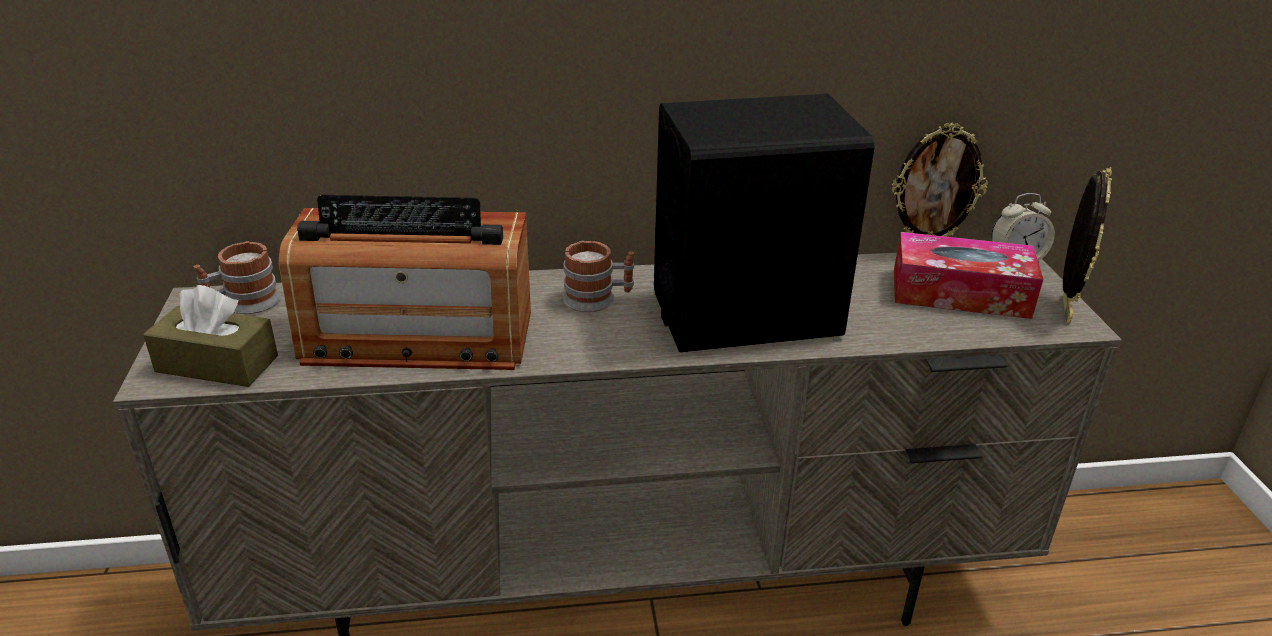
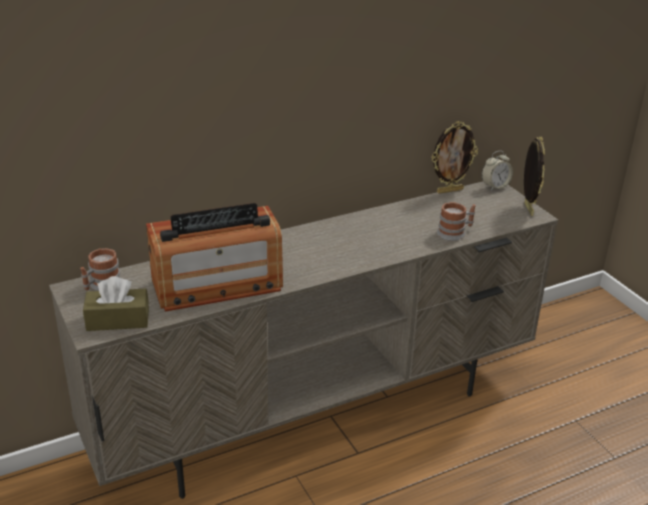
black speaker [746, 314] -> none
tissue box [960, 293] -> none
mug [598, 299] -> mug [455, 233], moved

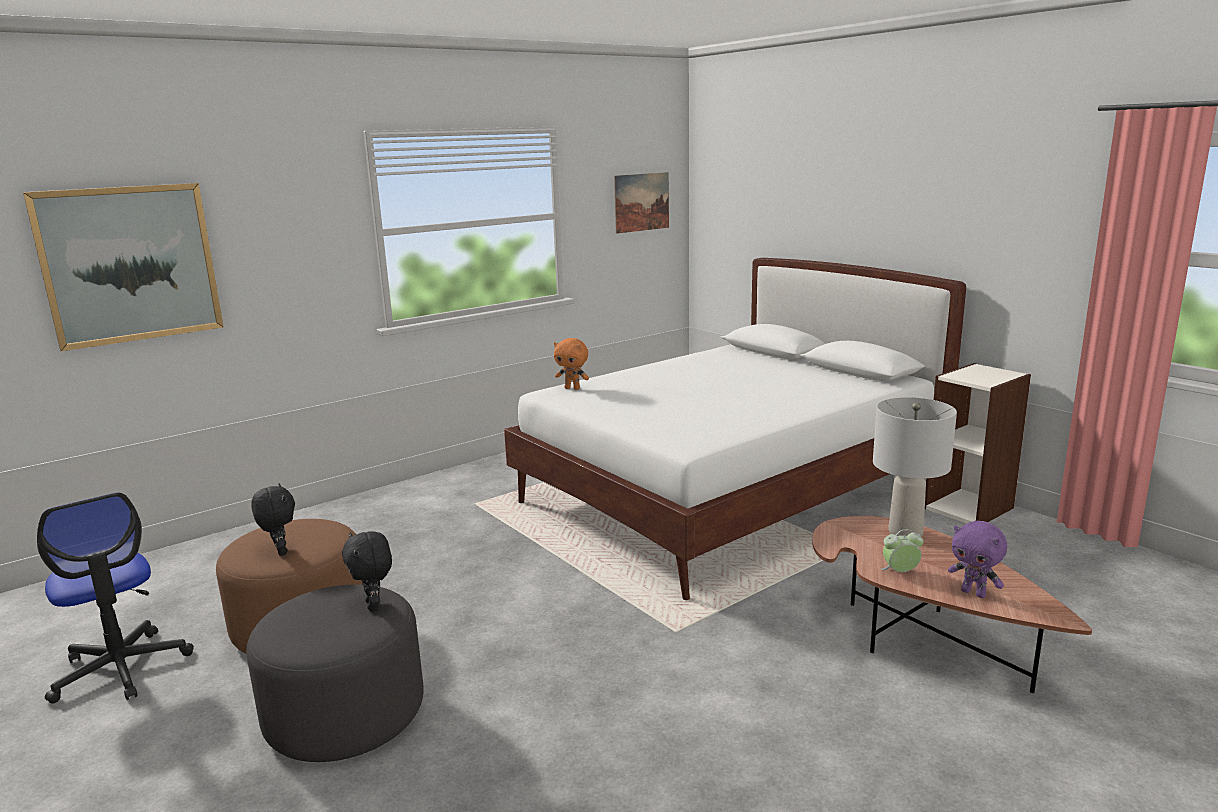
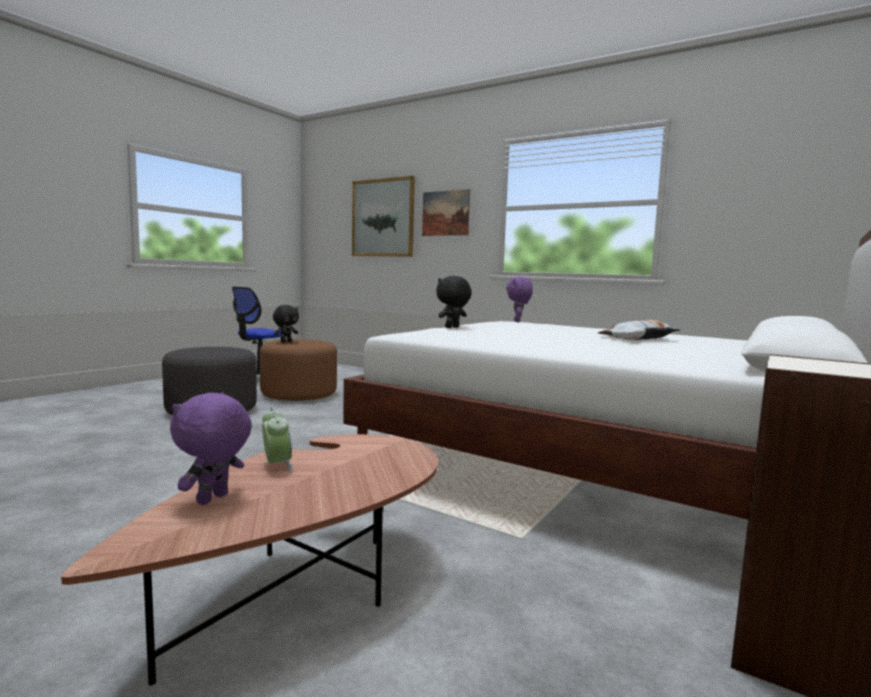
picture [641, 202] -> picture [445, 213], moved
orange plush toy [573, 388] -> purple plush toy [518, 321]
grey table lamp [905, 534] -> none
black plush toy [374, 606] -> black plush toy [452, 327], moved
none -> pillow [638, 338]

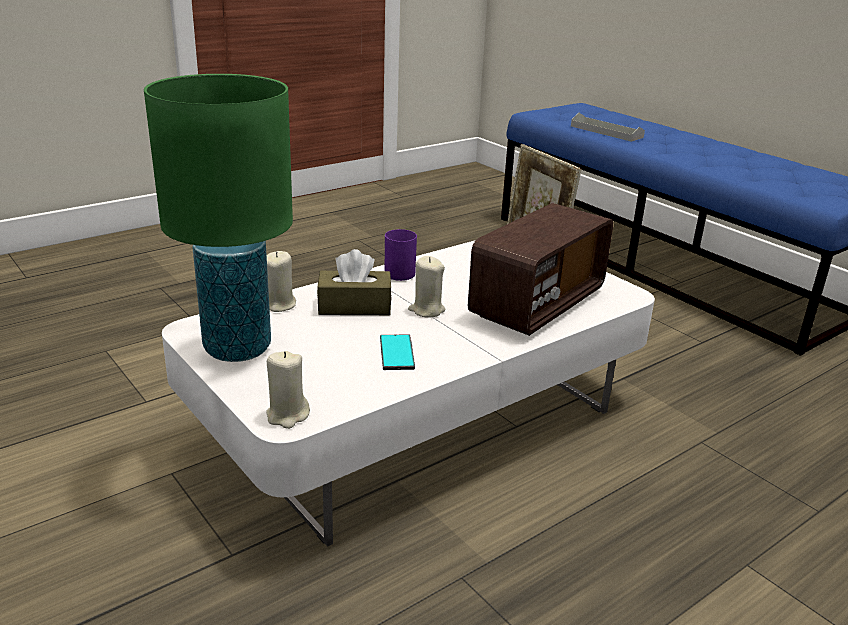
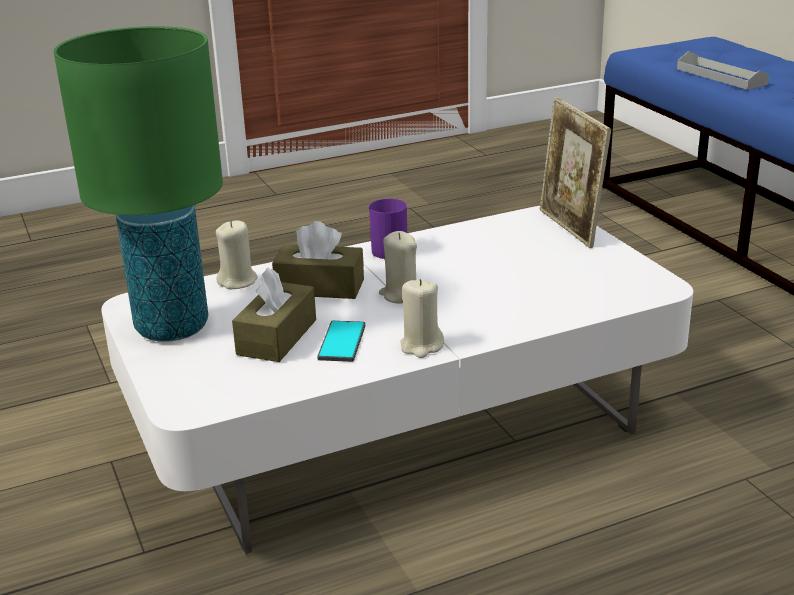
radio [537, 304] -> none
beige candle [287, 415] -> beige candle [421, 346], moved
none -> brown tissue box [277, 337]

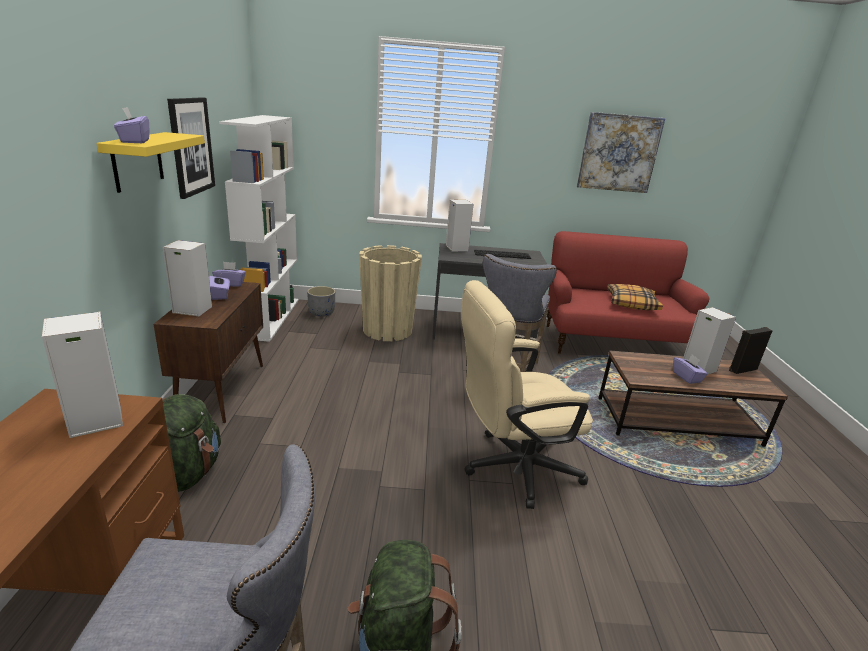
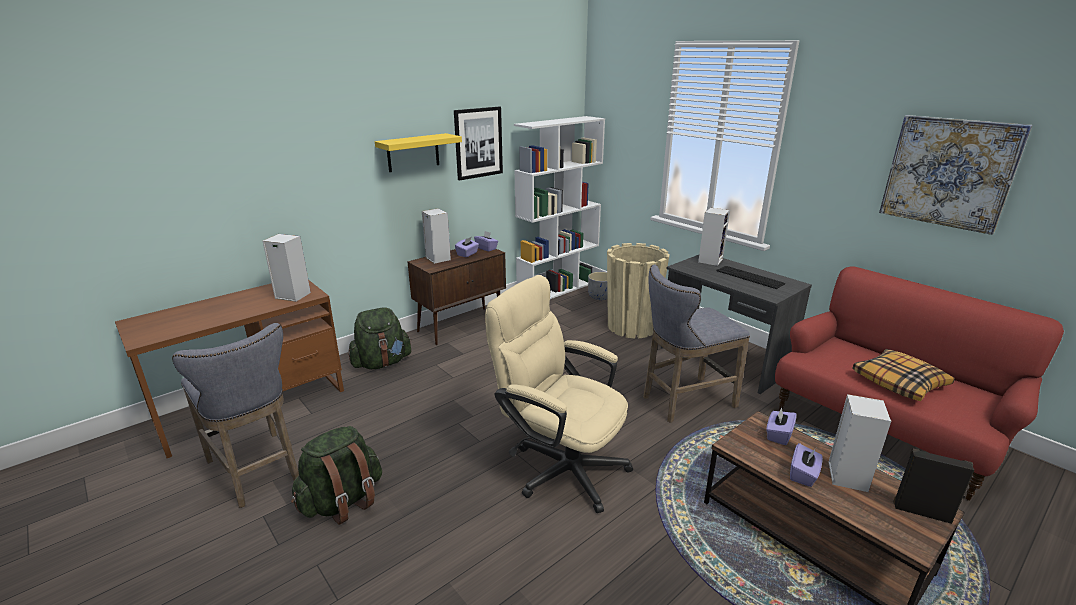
purple tissue box [134, 141] -> purple tissue box [778, 435], moved

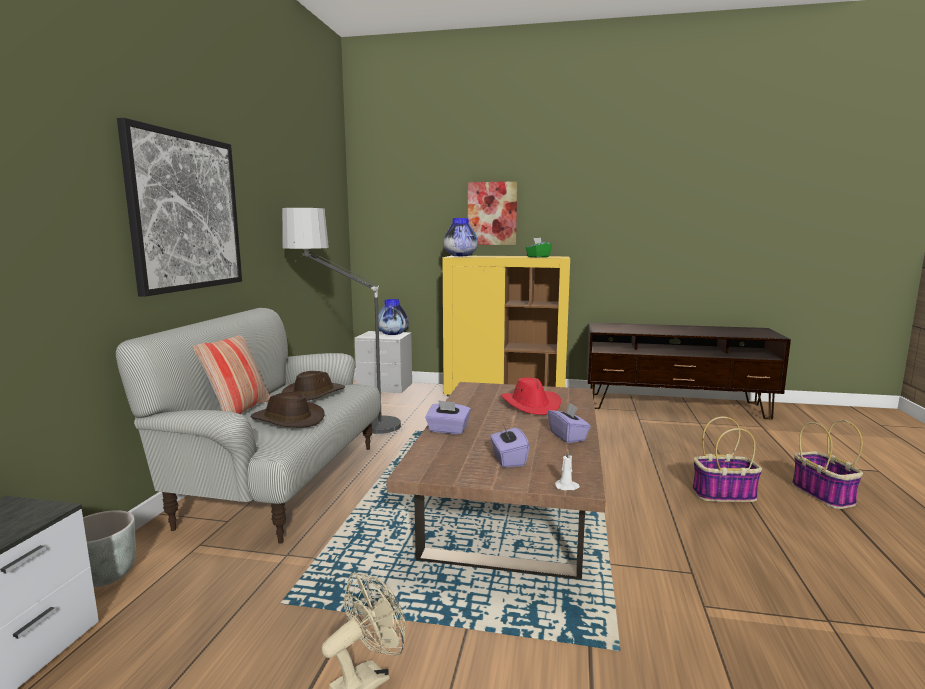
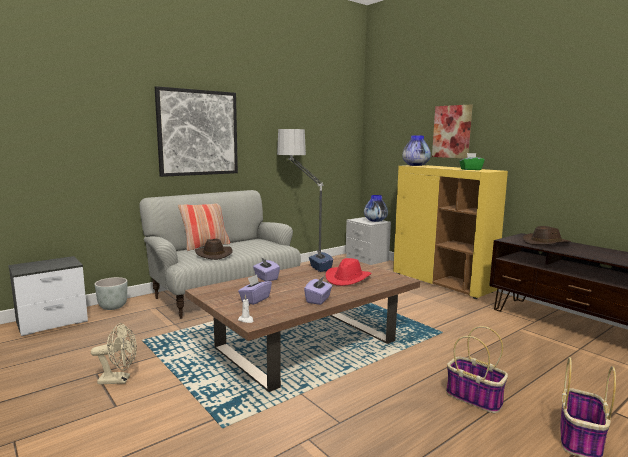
brown hat [314, 394] -> brown hat [546, 243], moved
none -> blue tissue box [320, 269]

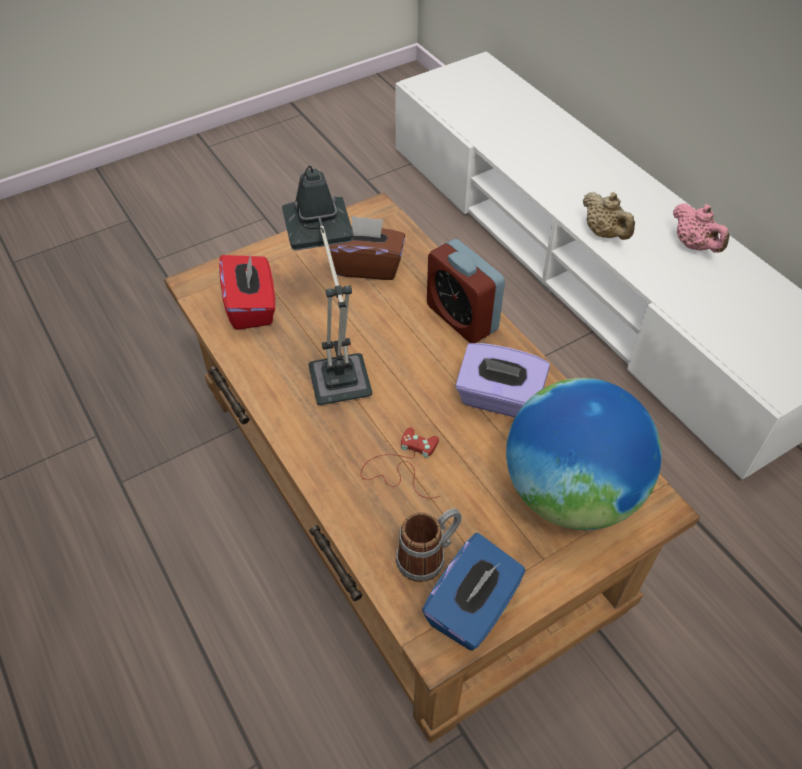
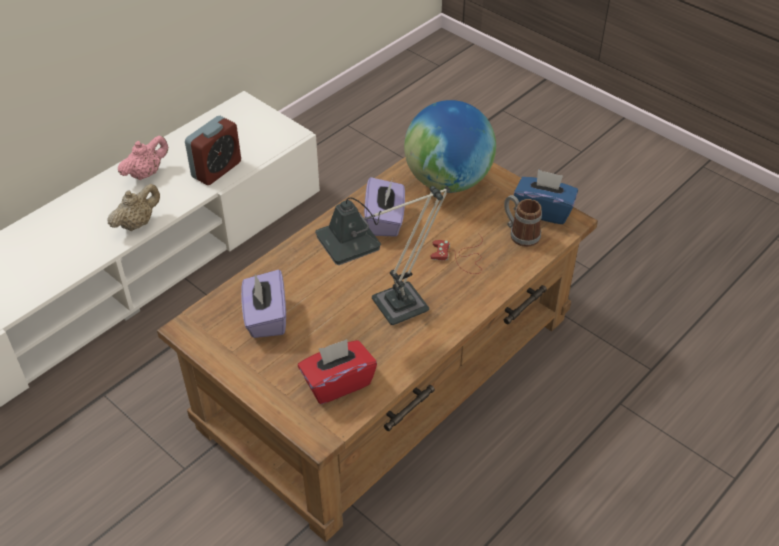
brown tissue box [367, 266] -> purple tissue box [265, 318]
alarm clock [462, 317] -> alarm clock [216, 169], moved

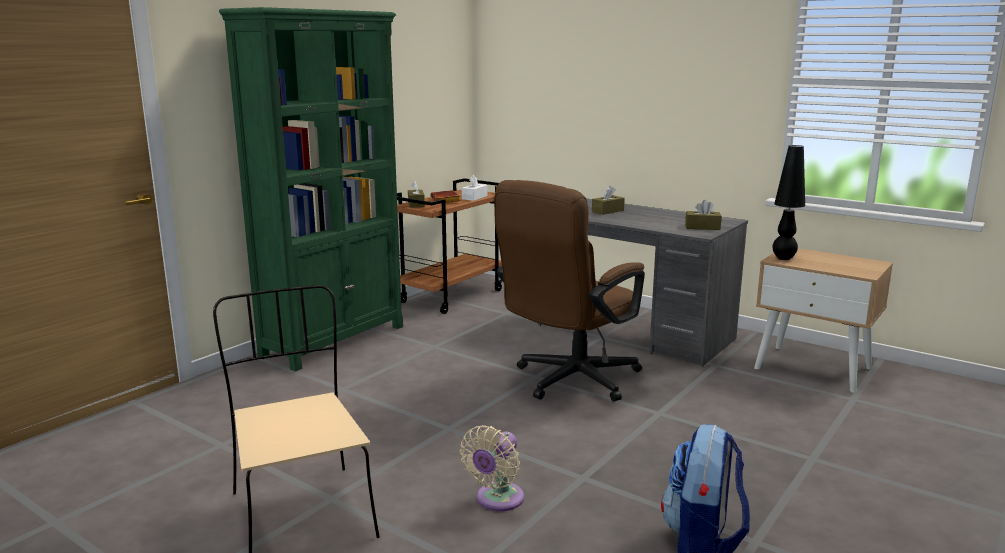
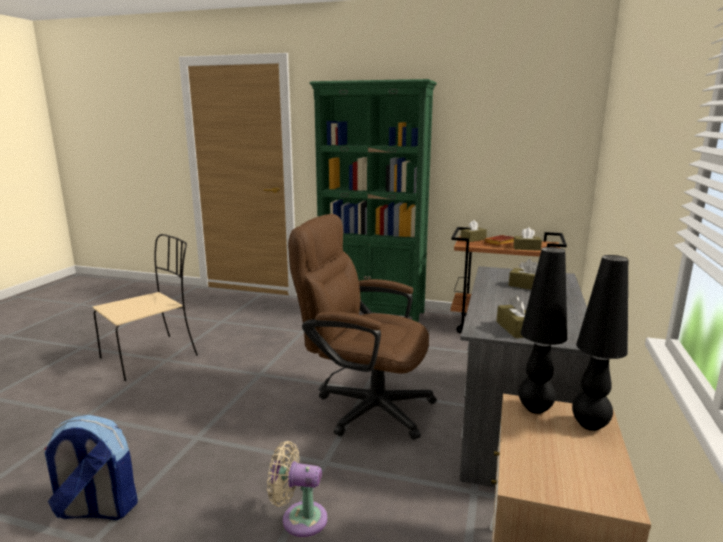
white tissue box [474, 197] -> brown tissue box [526, 248]
beige fan [497, 500] -> beige fan [299, 518], moved
none -> black table lamp [590, 425]

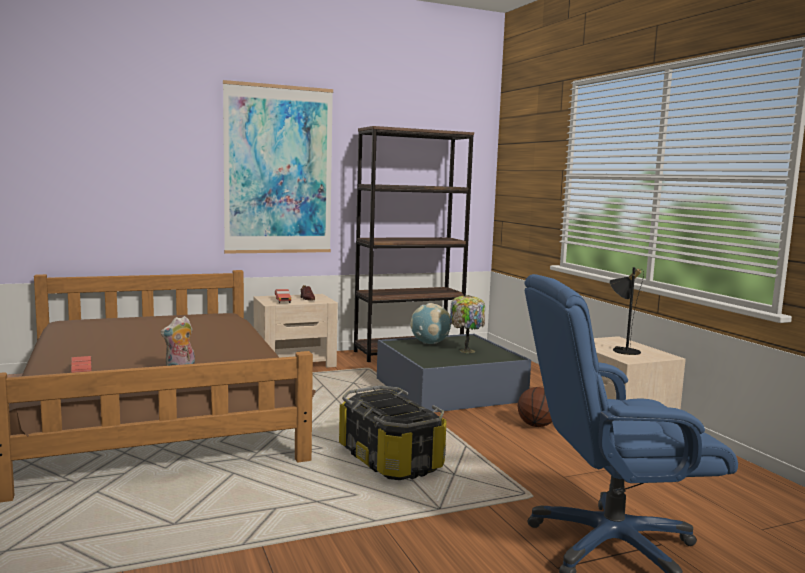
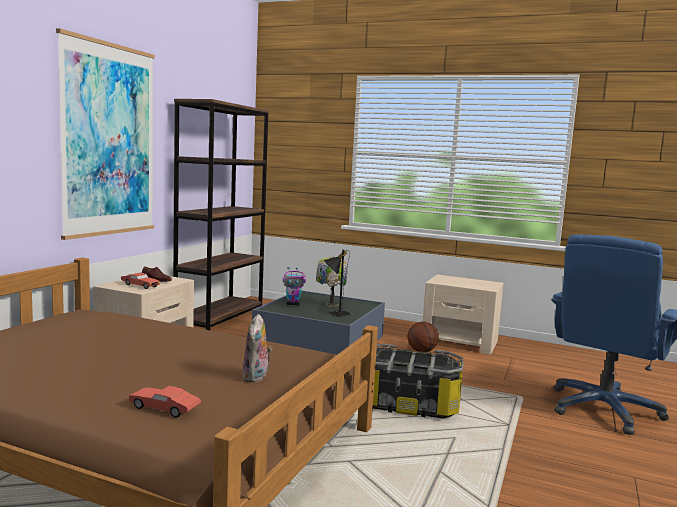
black table lamp [622, 350] -> black table lamp [335, 313], moved
globe [430, 343] -> toy robot [293, 304]

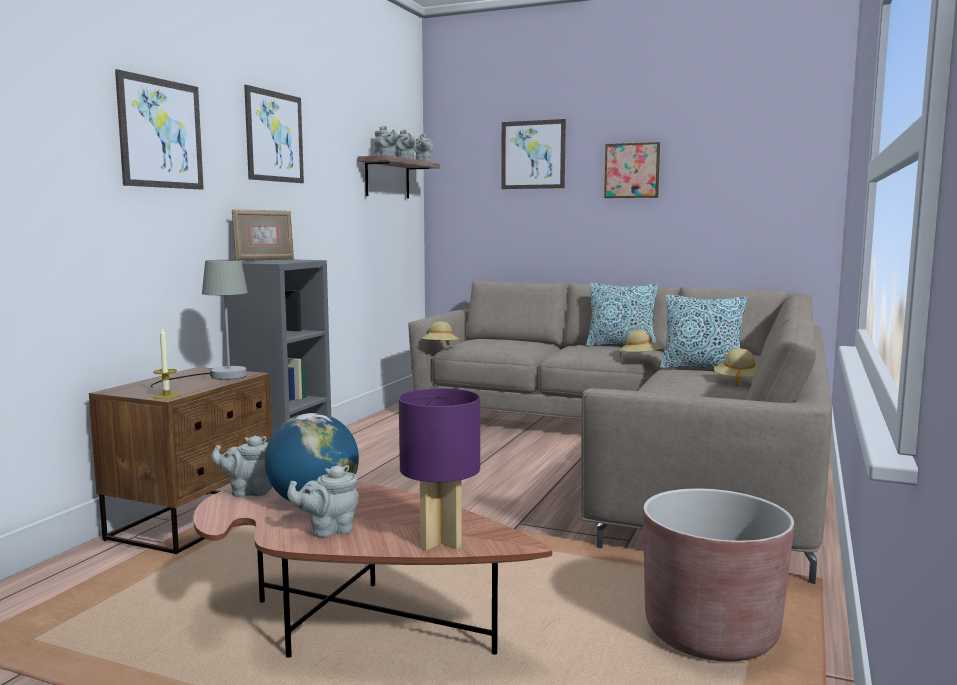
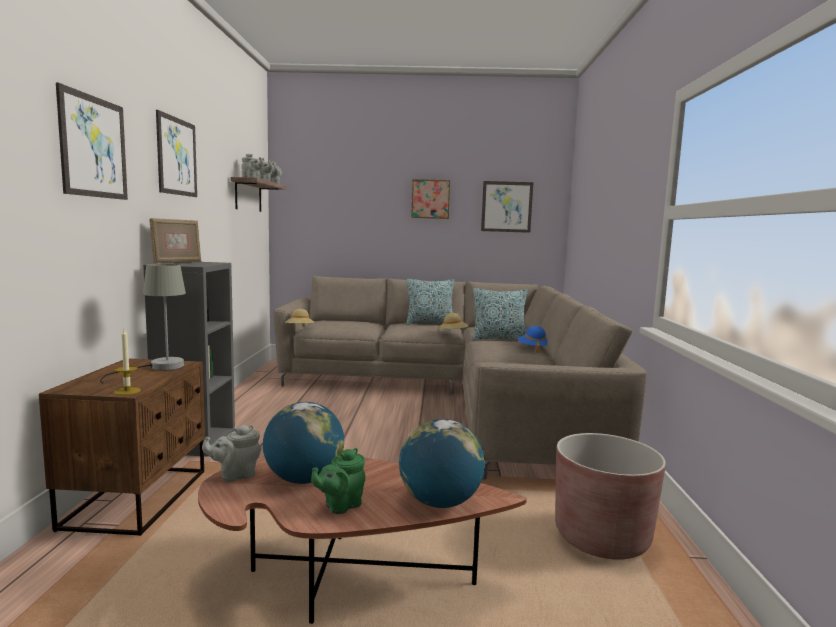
picture [533, 154] -> picture [506, 206], moved
beige hat [738, 382] -> blue hat [533, 349]
purple table lamp [441, 541] -> globe [440, 502]
grey teapot [328, 530] -> green teapot [340, 505]

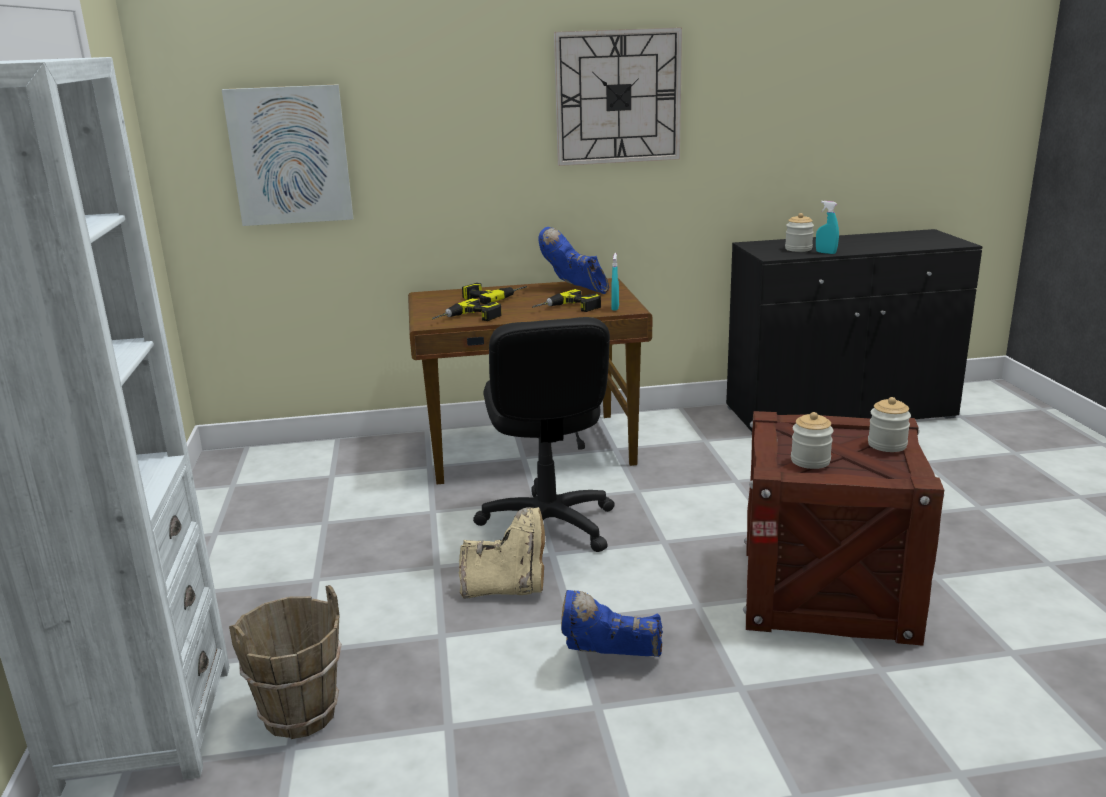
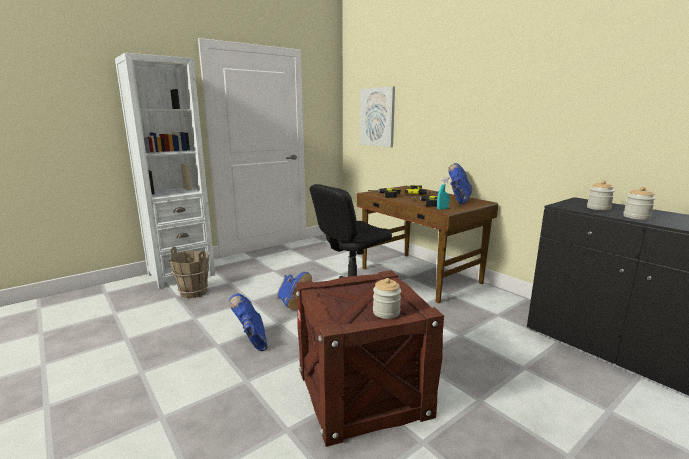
wall clock [618, 97] -> none
turquoise spray bottle [826, 253] -> none
jar [810, 461] -> jar [636, 217], moved
beige boot [507, 589] -> blue boot [293, 304]

